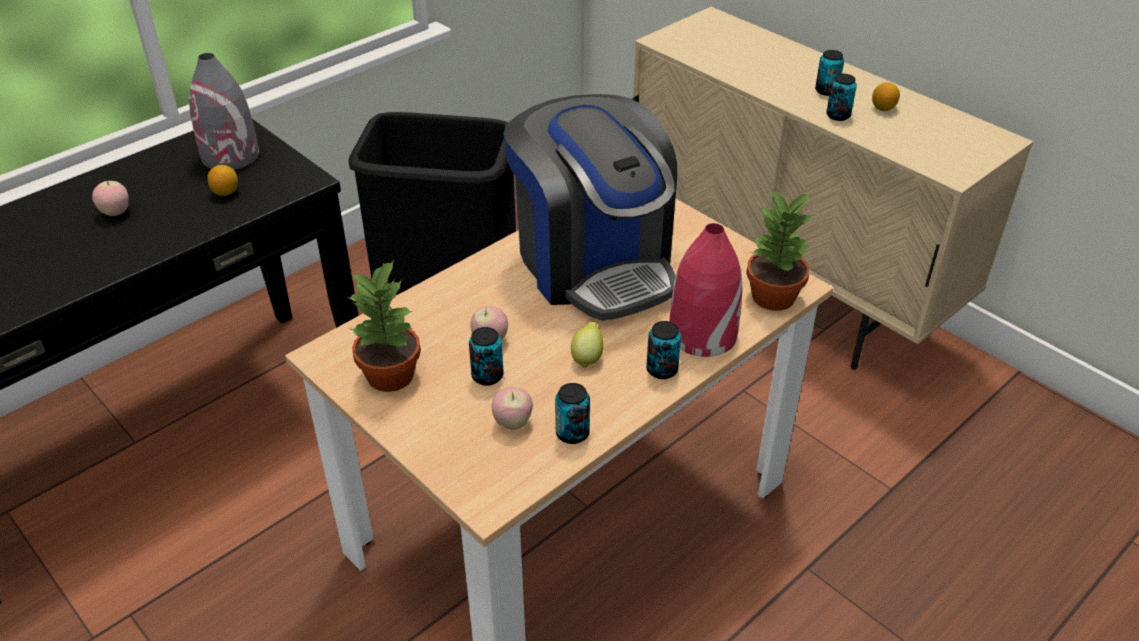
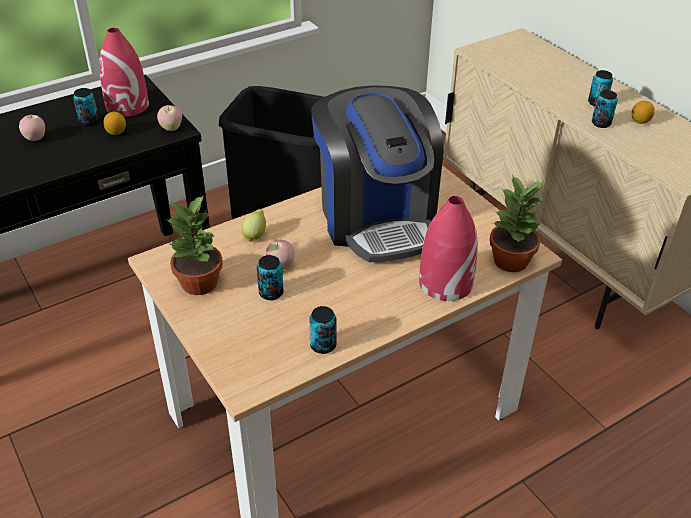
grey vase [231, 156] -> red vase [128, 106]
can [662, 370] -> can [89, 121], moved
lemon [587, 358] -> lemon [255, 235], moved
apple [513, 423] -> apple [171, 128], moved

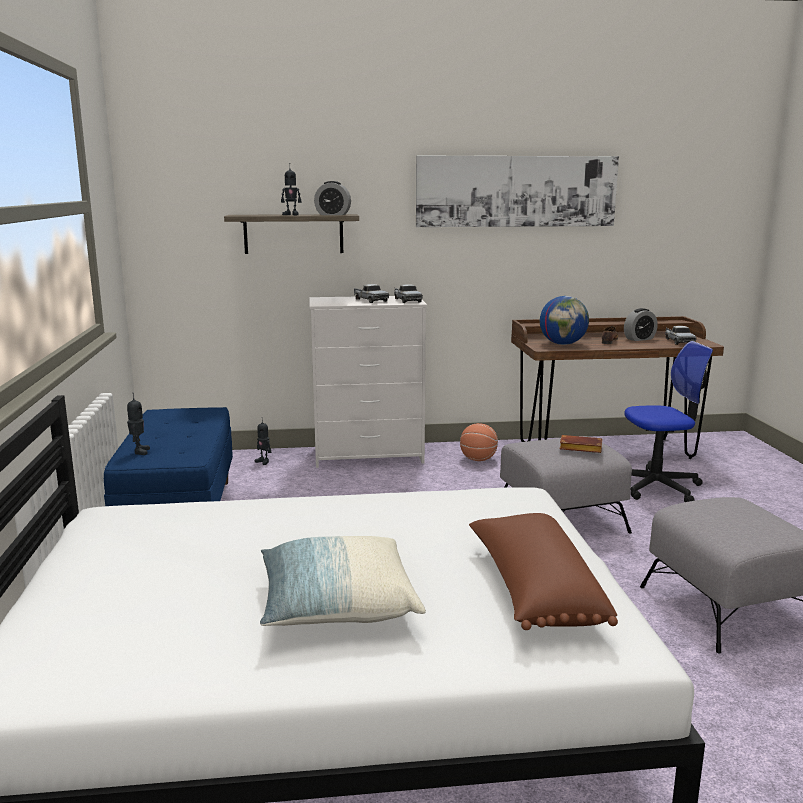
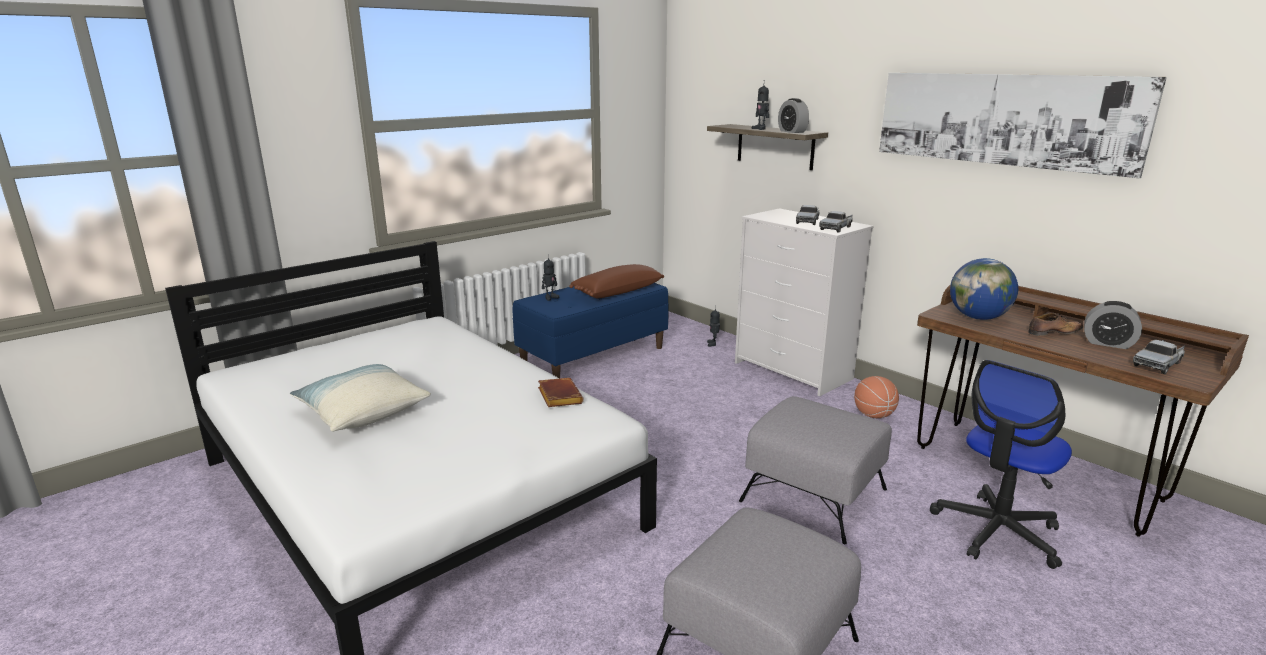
office chair [657, 486] -> office chair [997, 531], 90 degrees clockwise
brown book [579, 448] -> brown book [558, 396], moved
brown pillow [533, 591] -> brown pillow [617, 292], moved

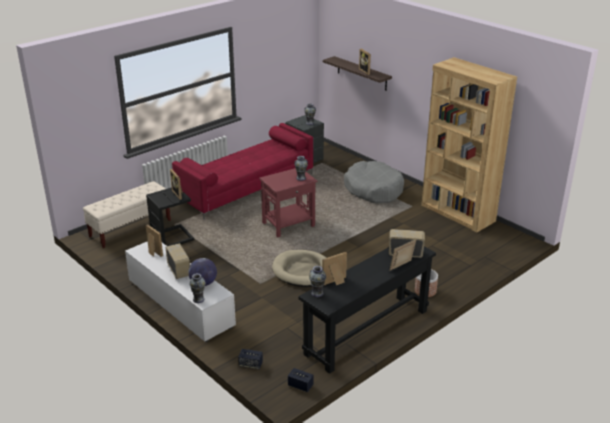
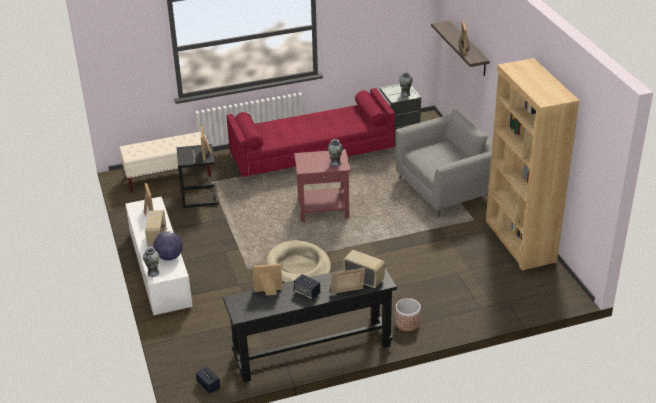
grey dog bed [373, 190] -> grey armchair [446, 189]
vase [317, 293] -> none
speaker [250, 364] -> speaker [307, 293], moved

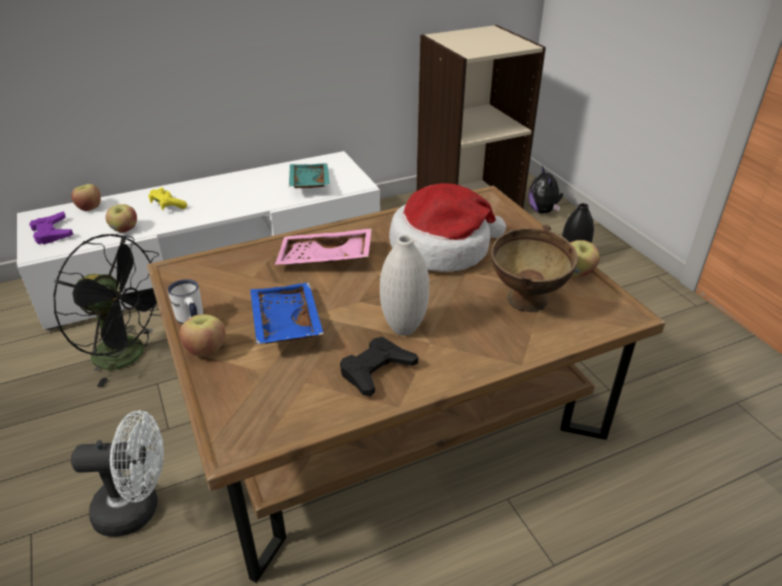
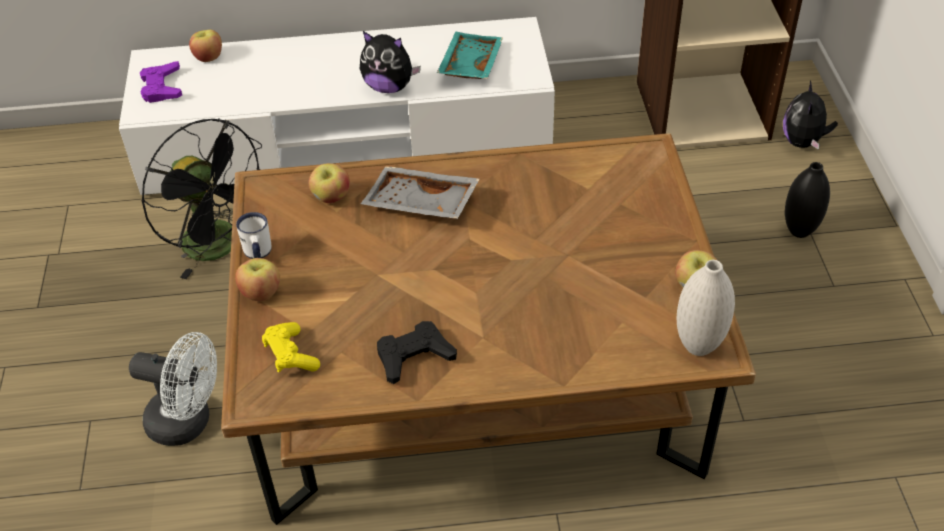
hat [442, 247] -> none
yellow game controller [167, 206] -> yellow game controller [291, 356], moved
apple [125, 229] -> apple [331, 197], moved
brown bowl [526, 305] -> none
pink tray [325, 259] -> grey tray [420, 205]
white vase [403, 328] -> white vase [698, 346], moved
blue tray [284, 323] -> none
none -> plush toy [389, 87]

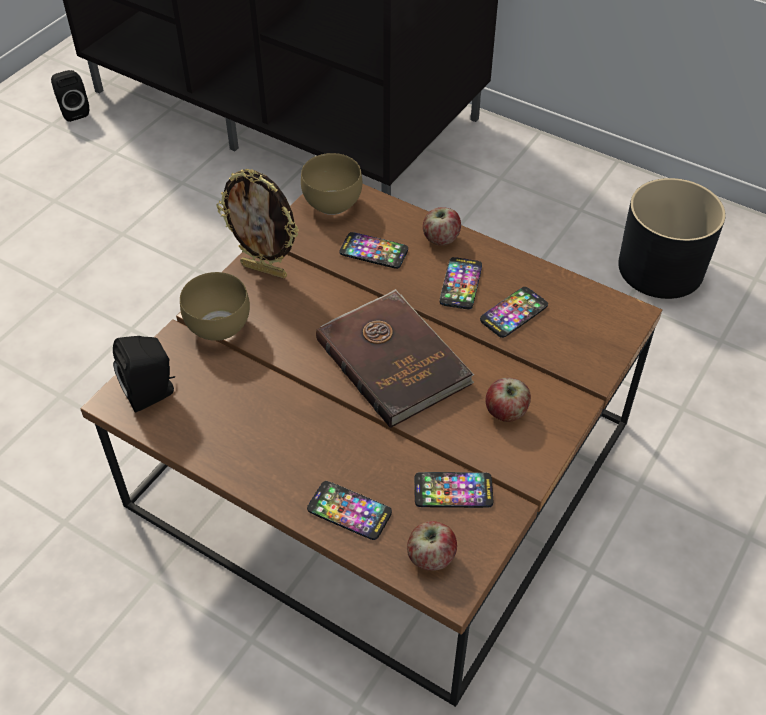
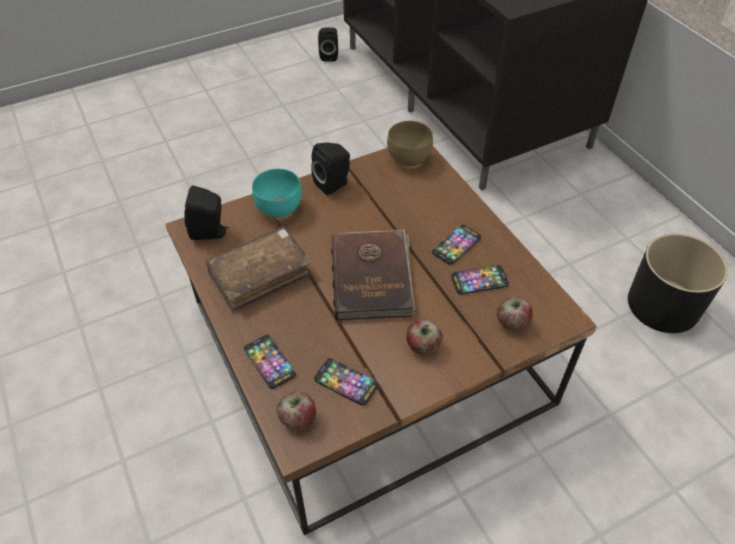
picture frame [265, 270] -> black speaker [334, 184]
apple [440, 239] -> apple [512, 322], moved
phone [373, 252] -> none
brown bowl [220, 325] -> turquoise bowl [281, 208]
none -> brown book [260, 275]

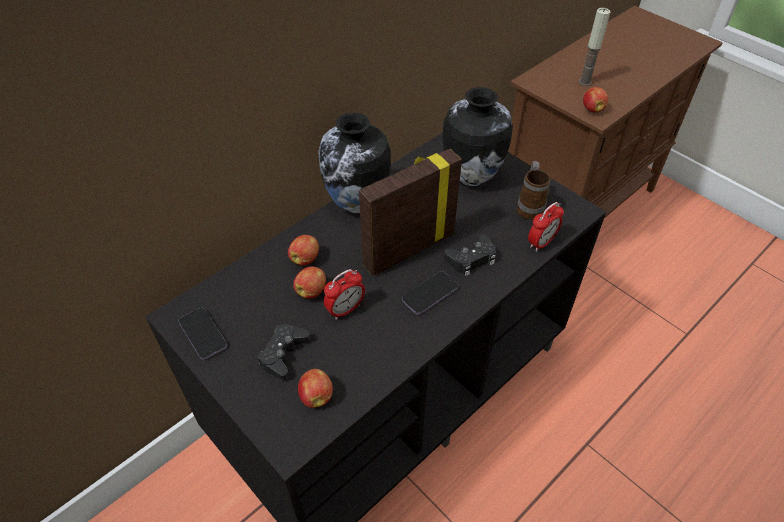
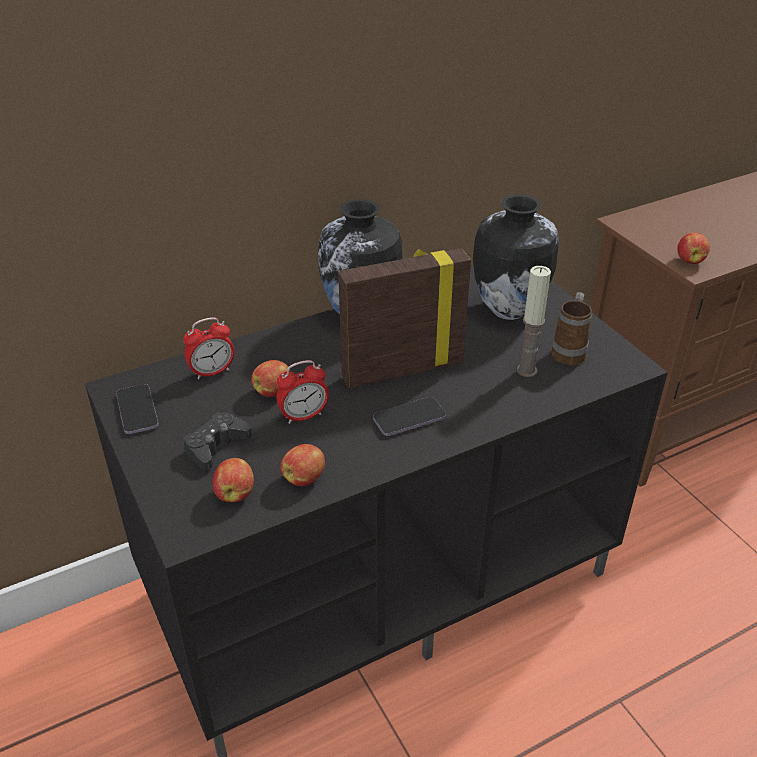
candle [584, 82] -> candle [527, 370], moved
alarm clock [541, 243] -> alarm clock [212, 372], moved
black game controller [471, 259] -> none
apple [305, 259] -> apple [304, 478], moved

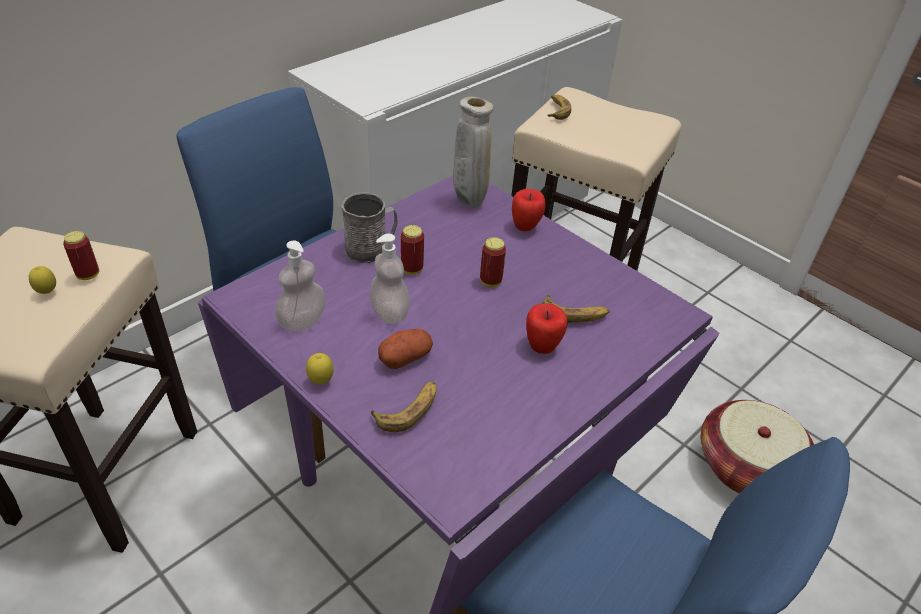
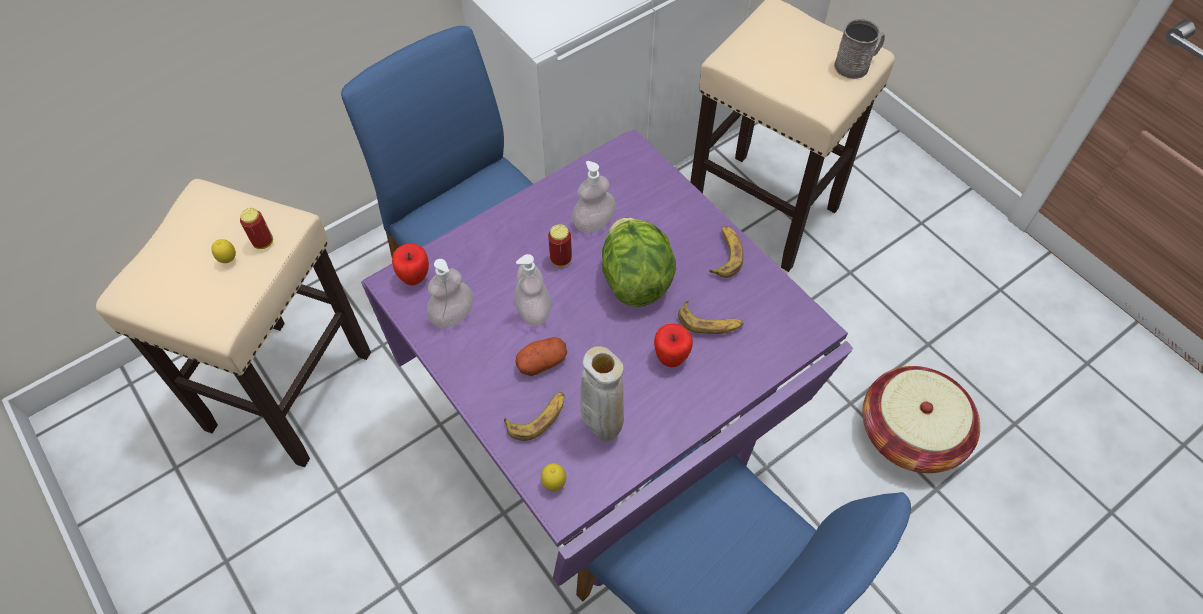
banana [556, 110] -> banana [725, 254], moved
beige vase [468, 202] -> beige vase [601, 429], moved
apple [525, 227] -> apple [415, 278], moved
grey mug [371, 248] -> grey mug [856, 65], moved
can [490, 281] -> lettuce [635, 279]
lemon [321, 382] -> lemon [554, 484], moved
none -> soap dispenser [594, 222]

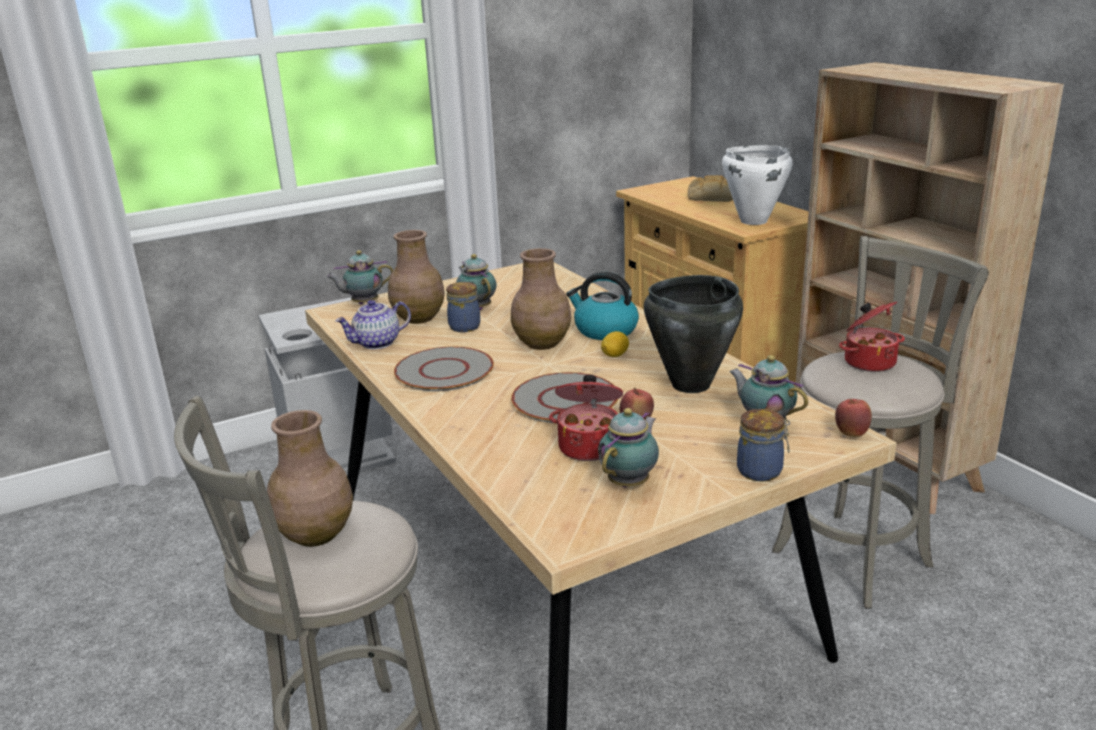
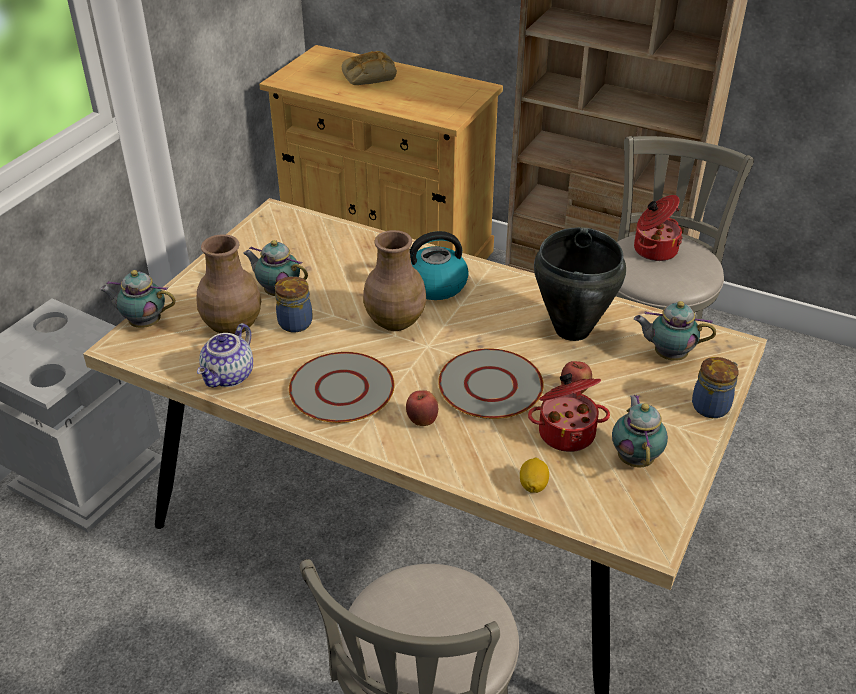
white cooking pot [753, 221] -> none
teapot [363, 303] -> teapot [143, 323], 60 degrees clockwise
lemon [615, 355] -> lemon [533, 485], moved
apple [851, 433] -> apple [422, 420], moved
brown vase [315, 535] -> none

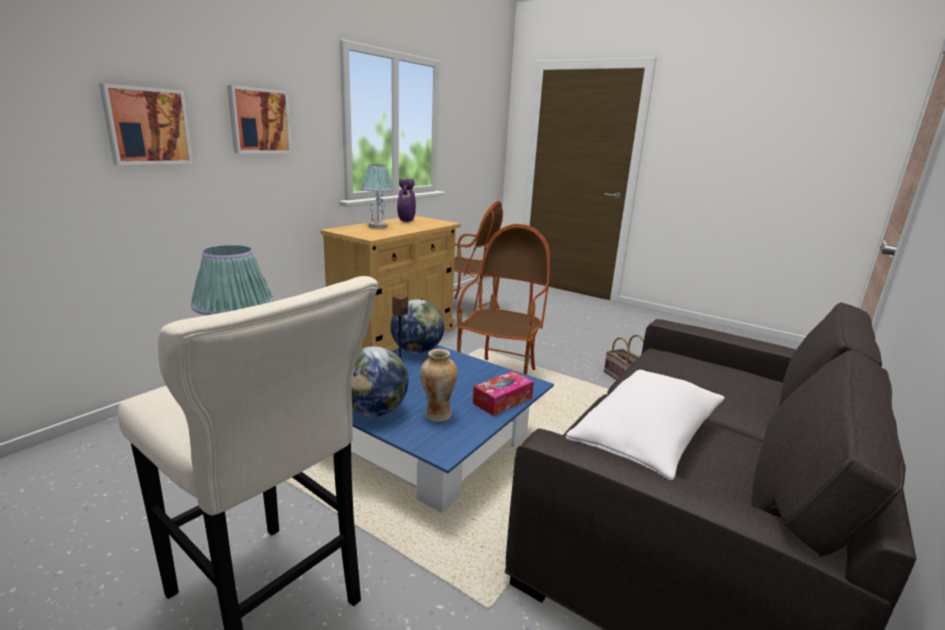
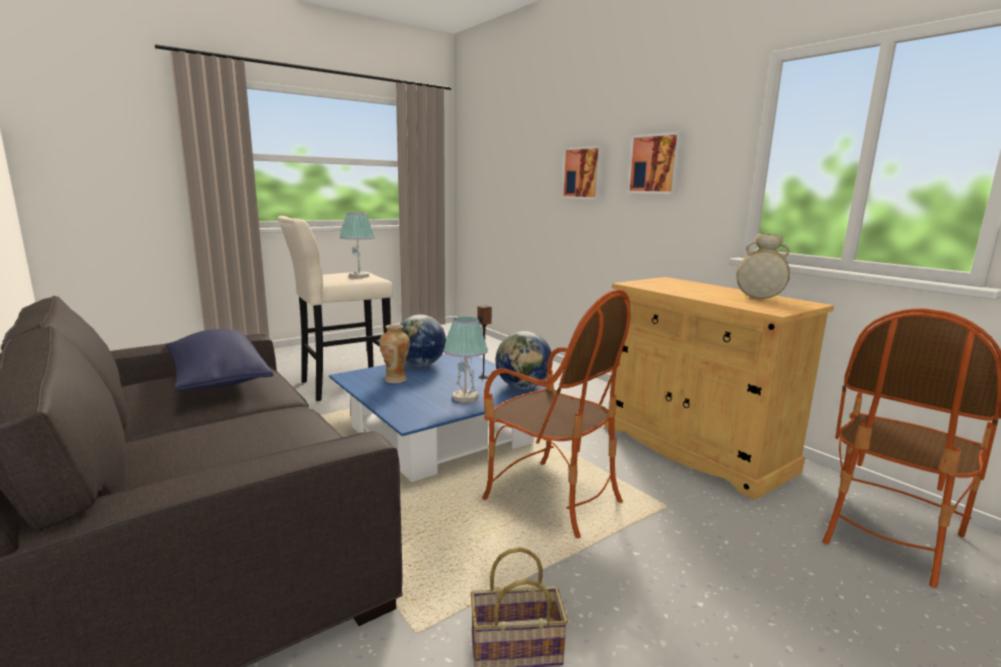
table lamp [378, 226] -> table lamp [466, 397], moved
purple vase [406, 221] -> beige vase [758, 298]
white pillow [646, 439] -> blue pillow [218, 380]
tissue box [502, 400] -> none

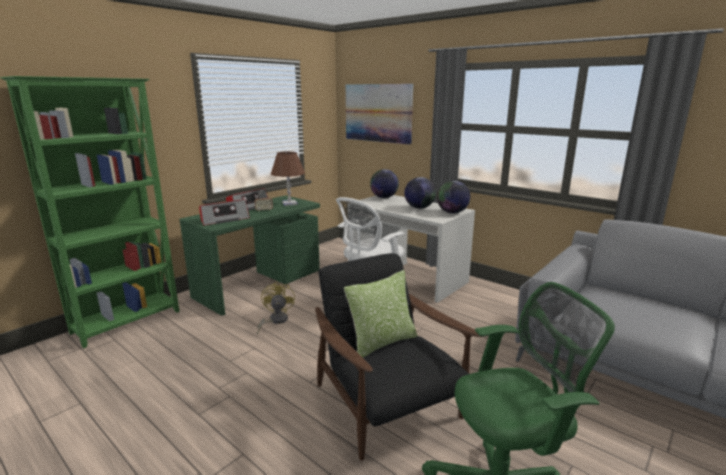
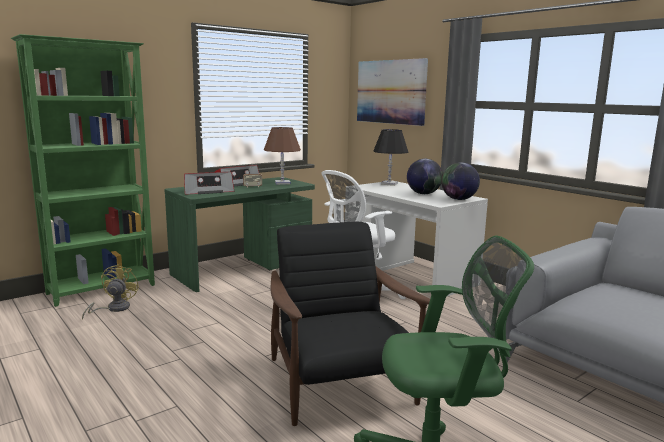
globe [384, 197] -> black table lamp [389, 184]
pillow [382, 342] -> none
yellow fan [275, 321] -> yellow fan [113, 309], moved

